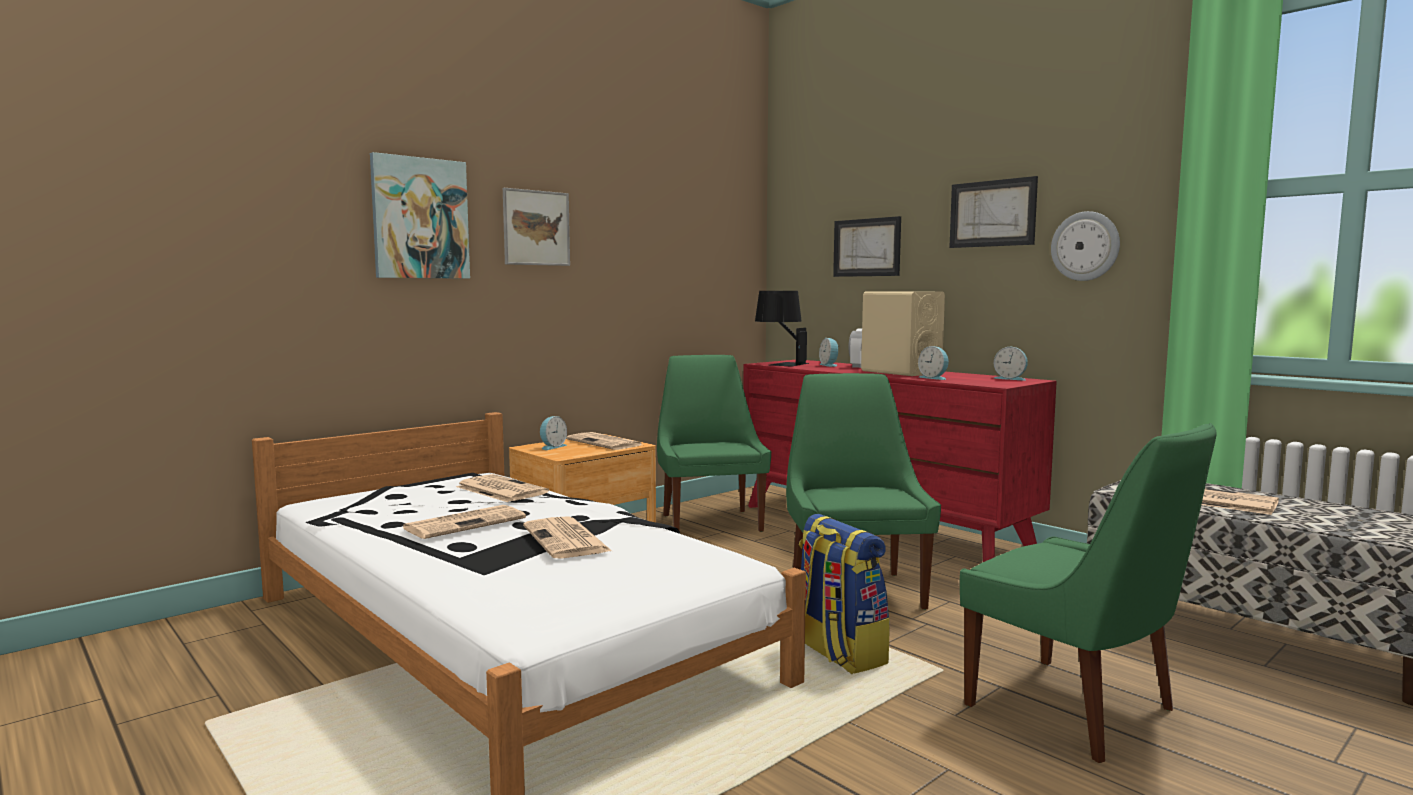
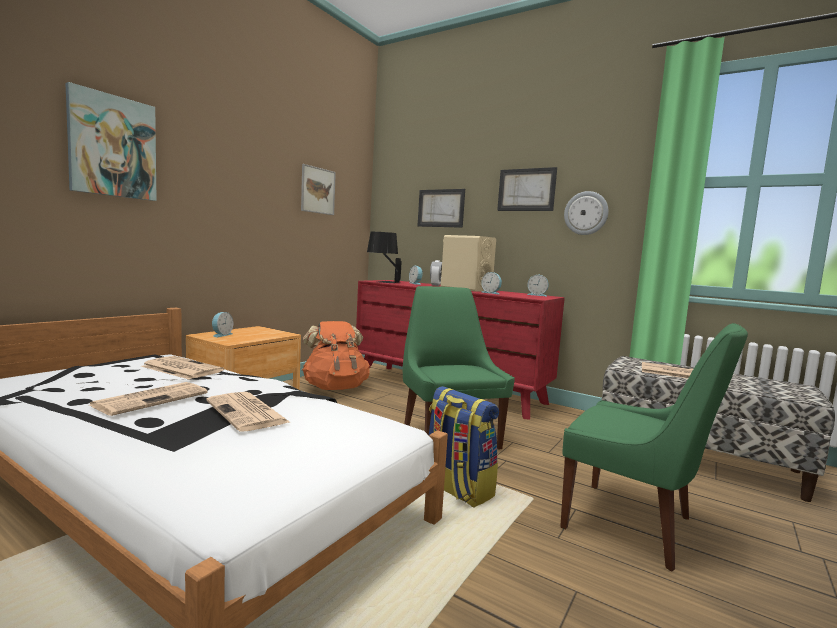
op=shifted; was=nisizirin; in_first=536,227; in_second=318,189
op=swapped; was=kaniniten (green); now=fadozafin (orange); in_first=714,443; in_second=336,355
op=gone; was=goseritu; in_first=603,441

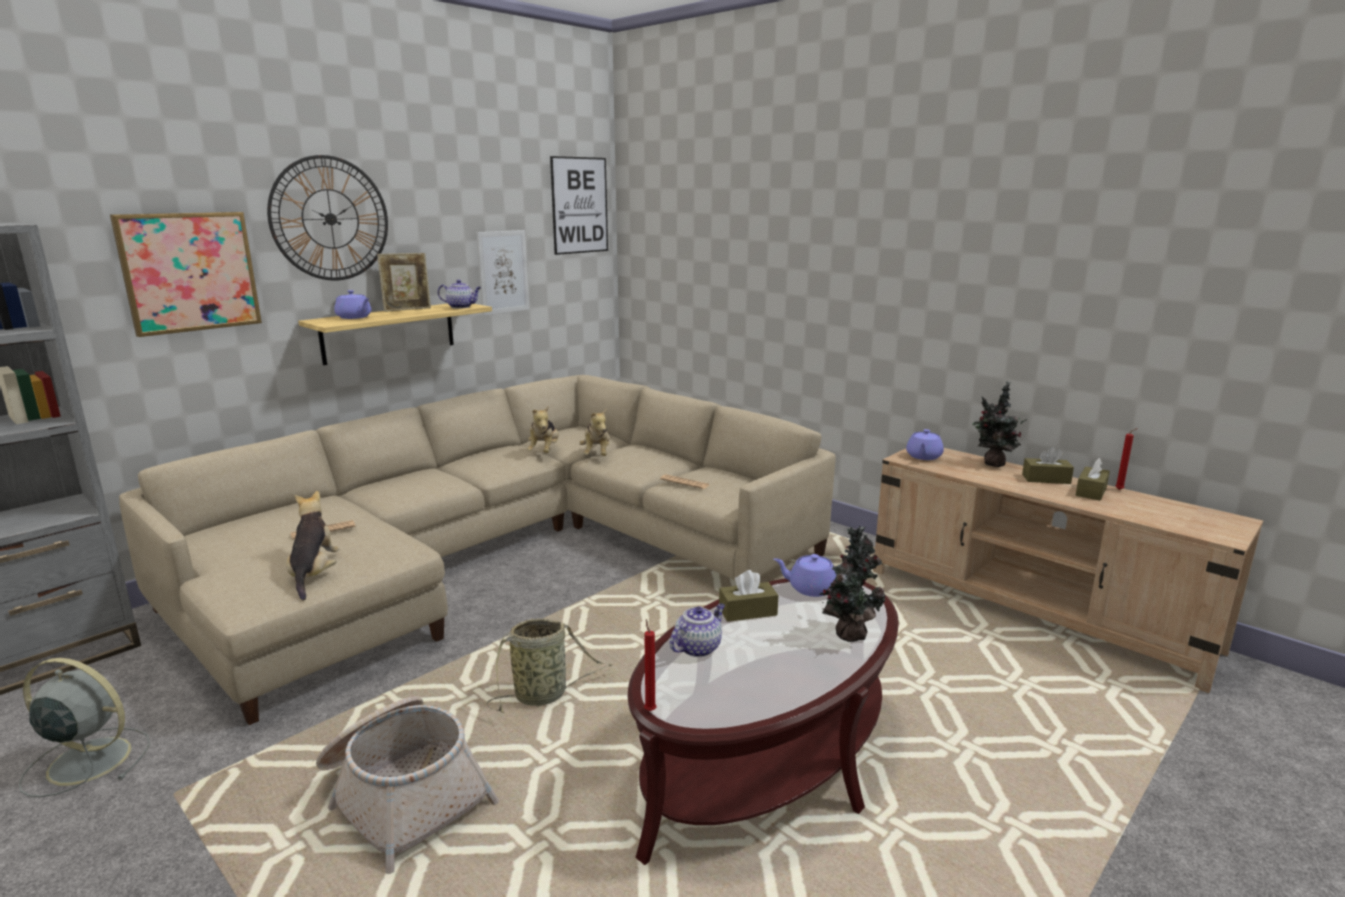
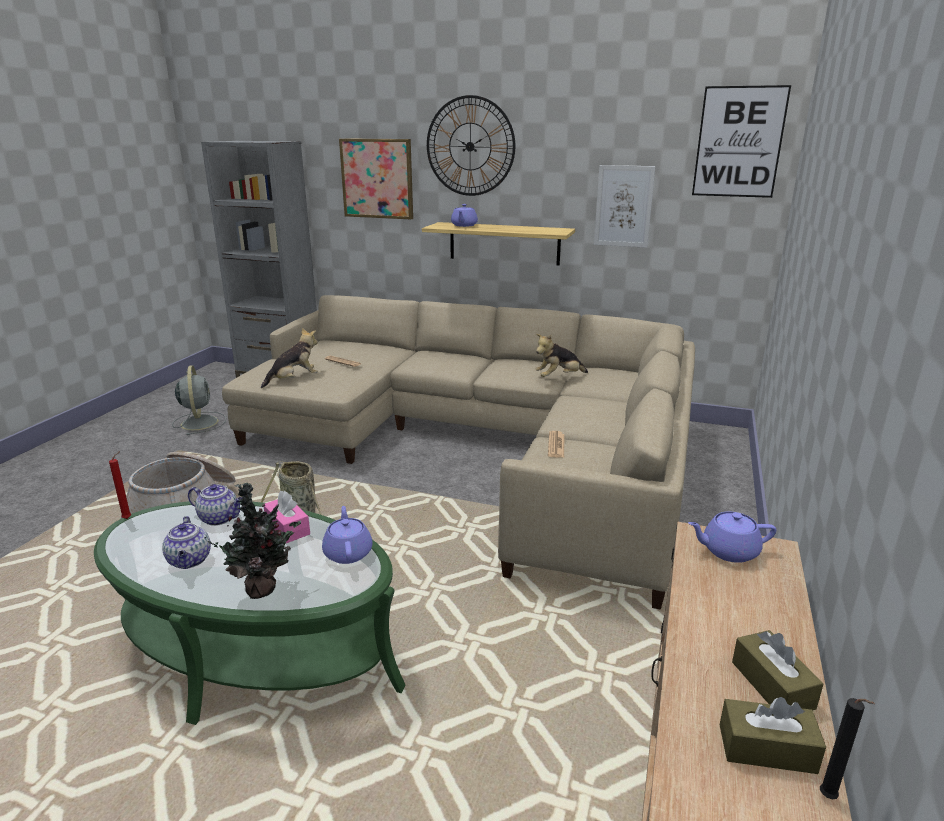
op=repainted; was=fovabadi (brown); now=fovabadi (green); in_first=763,721; in_second=250,613
op=shifted; was=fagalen; in_first=459,294; in_second=186,542
op=repainted; was=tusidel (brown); now=tusidel (pink); in_first=748,596; in_second=287,517
op=repainted; was=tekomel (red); now=tekomel (black); in_first=1127,459; in_second=847,748
op=gone; was=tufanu; in_first=404,282
op=gone; was=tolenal; in_first=594,432
op=gone; was=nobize; in_first=999,424

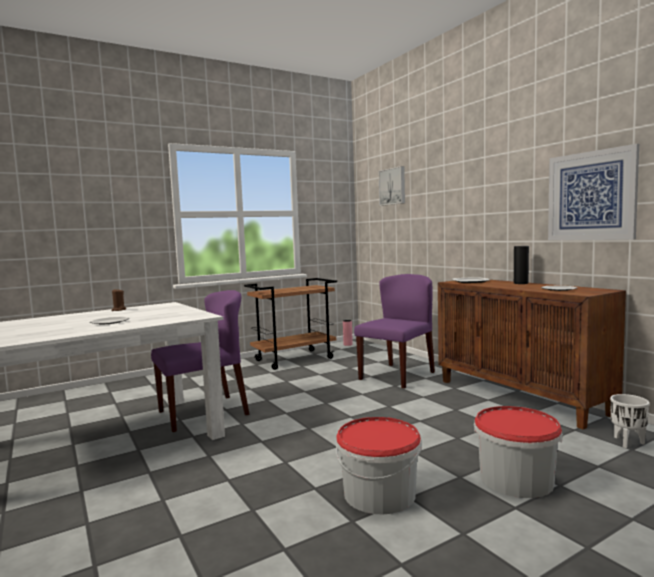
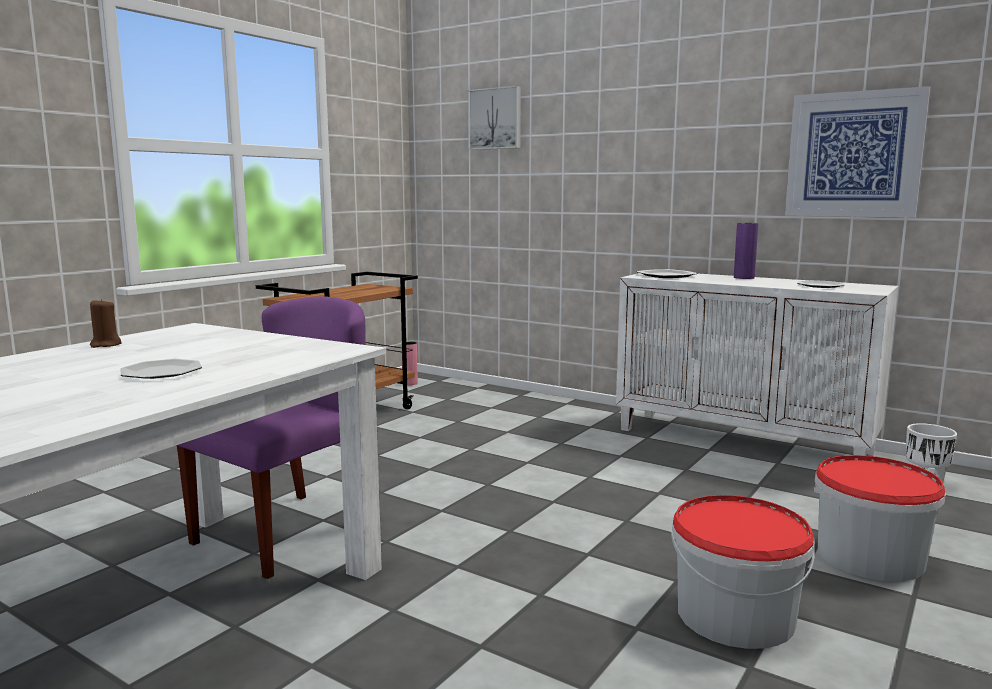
op=repainted; was=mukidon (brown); now=mukidon (white); in_first=532,355; in_second=757,364
op=repainted; was=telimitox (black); now=telimitox (purple); in_first=521,265; in_second=746,251
op=gone; was=kaniniten (purple); in_first=394,331

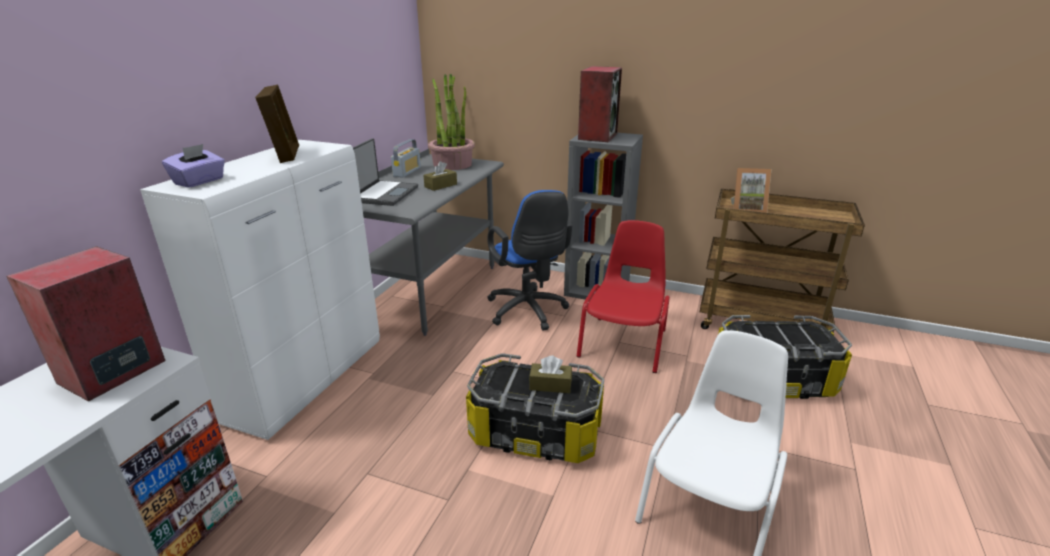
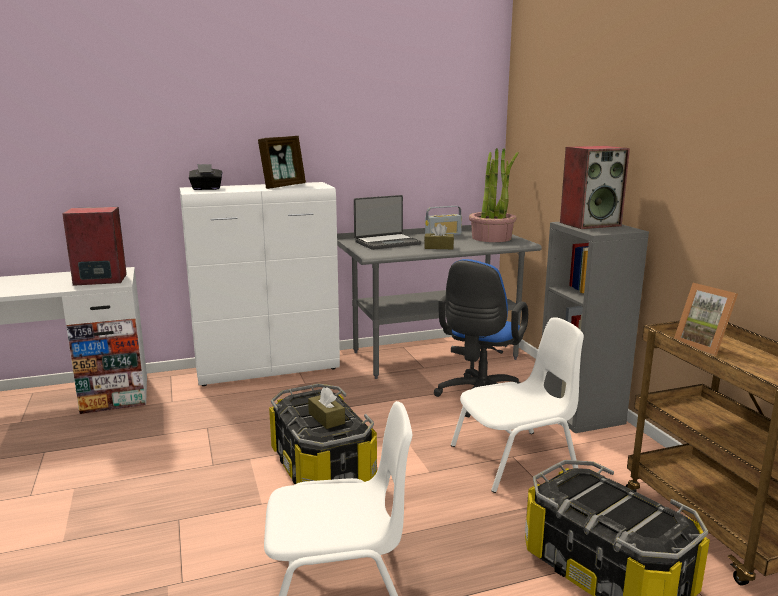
op=repainted; was=tusidel (purple); now=tusidel (black); in_first=193,166; in_second=205,177
op=repainted; was=kaniniten (red); now=kaniniten (white); in_first=623,296; in_second=517,405

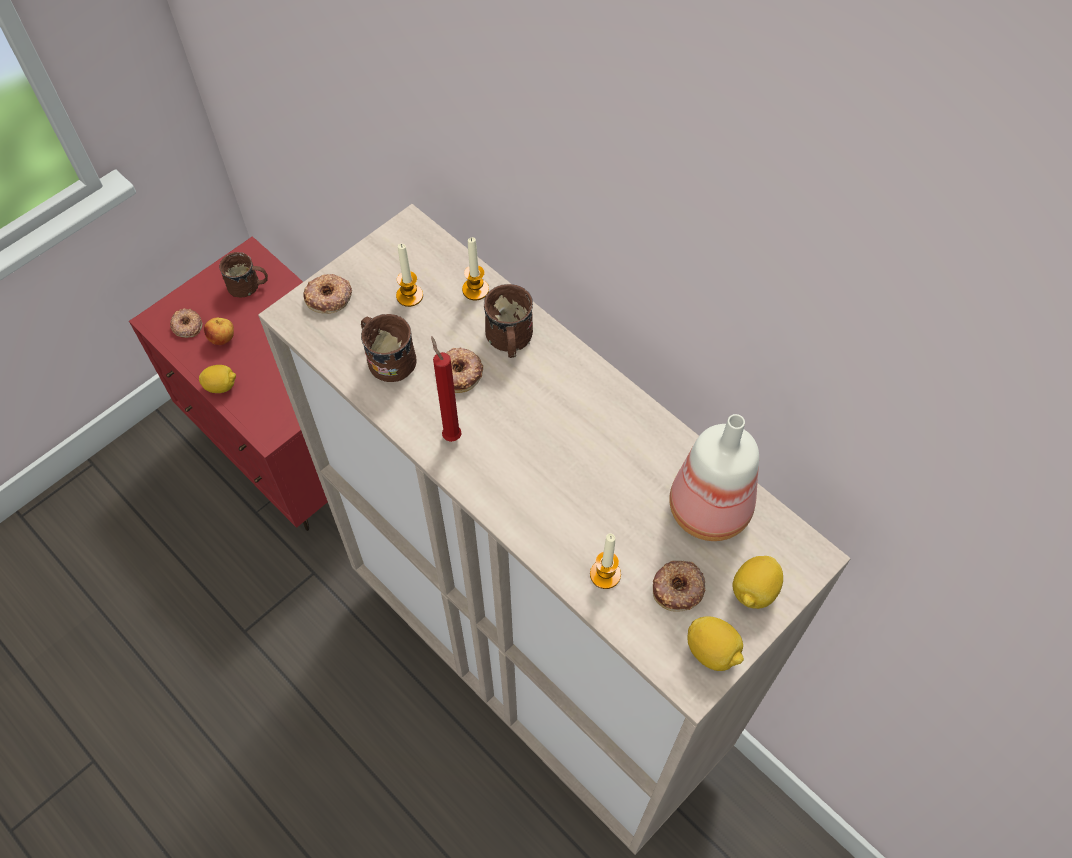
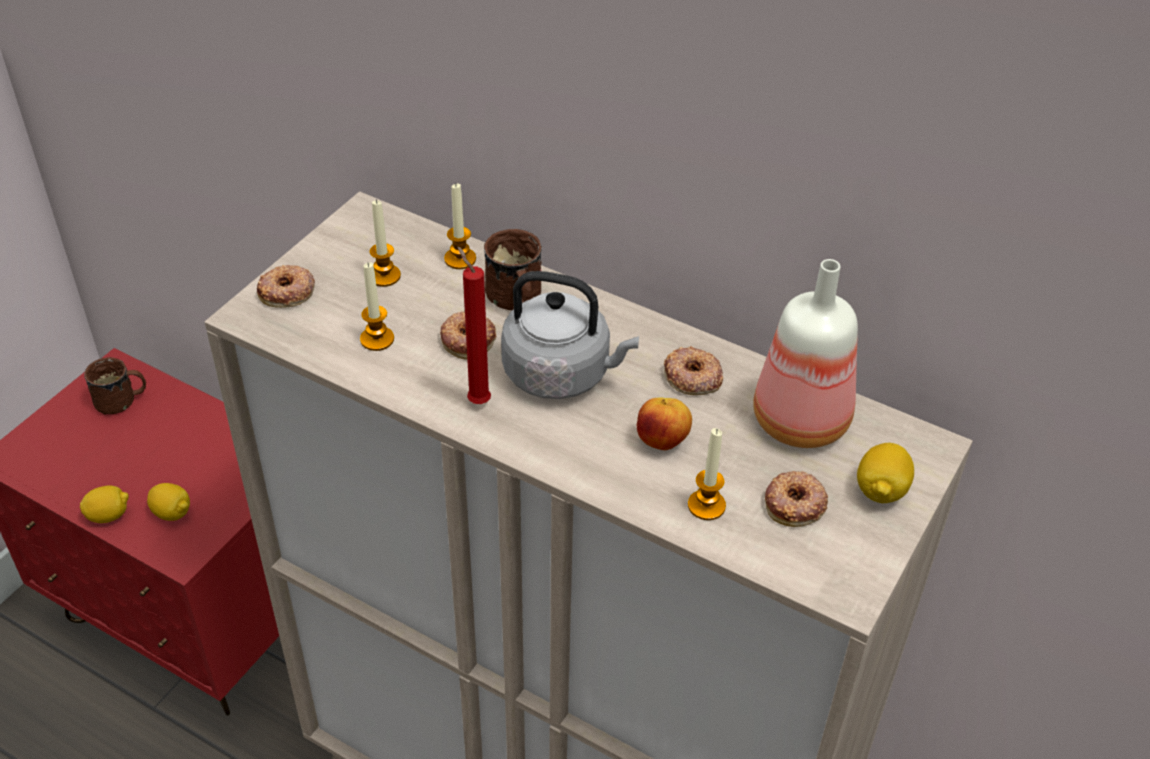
op=shifted; was=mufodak; in_first=716,643; in_second=168,502
op=swapped; was=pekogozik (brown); now=tekomel; in_first=389,348; in_second=377,306
op=new; now=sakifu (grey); in_second=570,335
op=shifted; was=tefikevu; in_first=219,331; in_second=664,423
op=shifted; was=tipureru; in_first=186,323; in_second=693,370

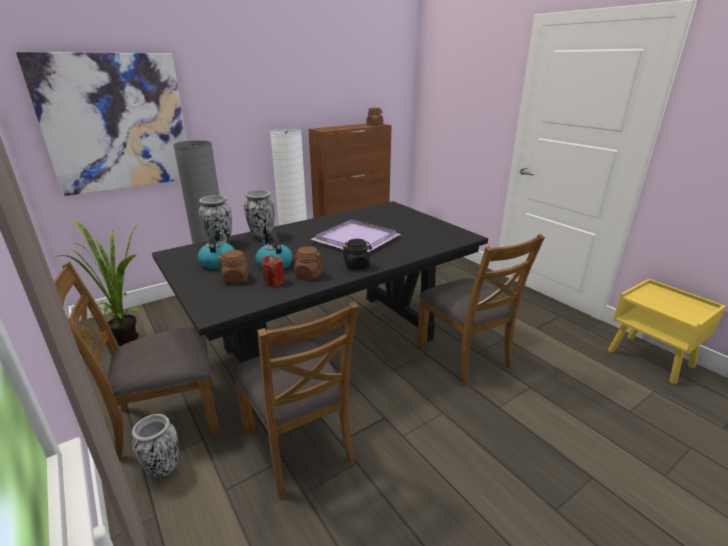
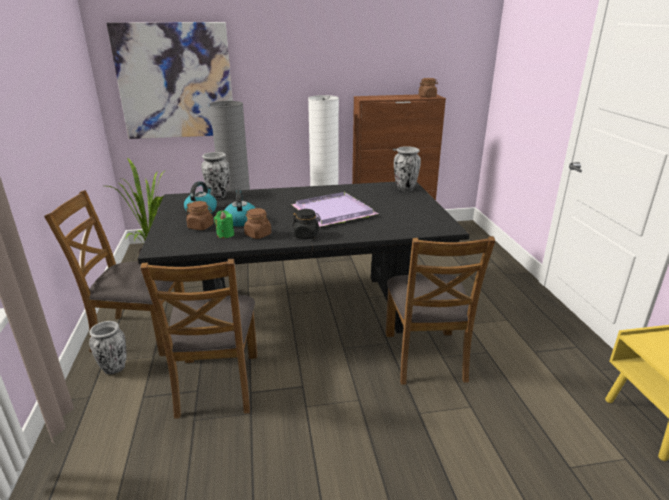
op=repainted; was=tekomel (red); now=tekomel (green); in_first=273,270; in_second=224,224
op=shifted; was=telimitox; in_first=259,215; in_second=407,168

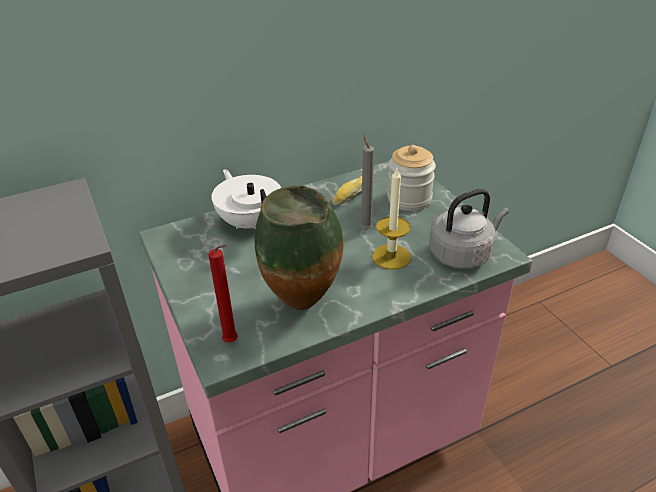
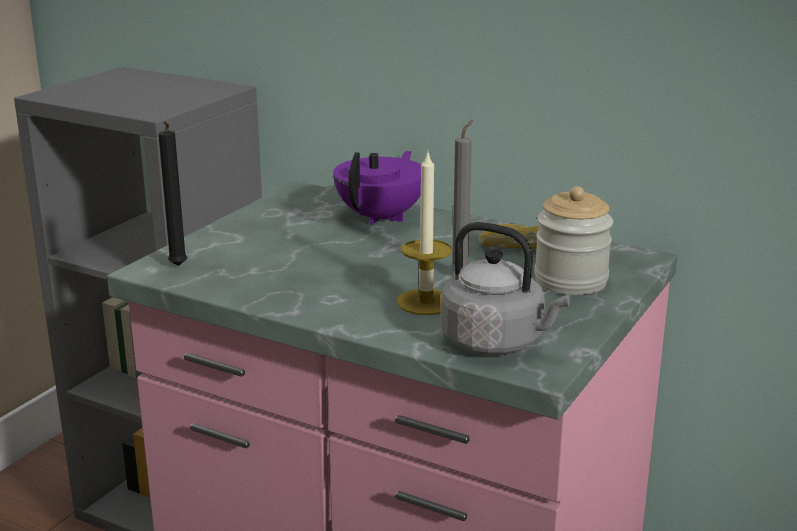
op=repainted; was=tekomel (red); now=tekomel (black); in_first=223,294; in_second=172,193
op=repainted; was=fagalen (white); now=fagalen (purple); in_first=246,199; in_second=377,188
op=gone; was=telimitox; in_first=299,247

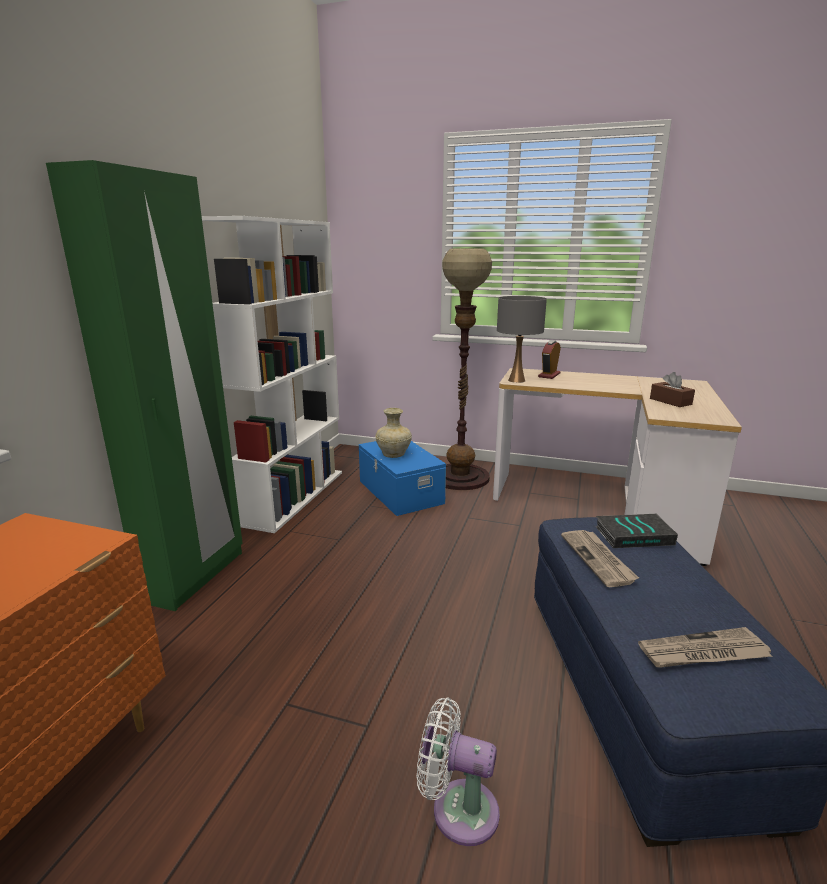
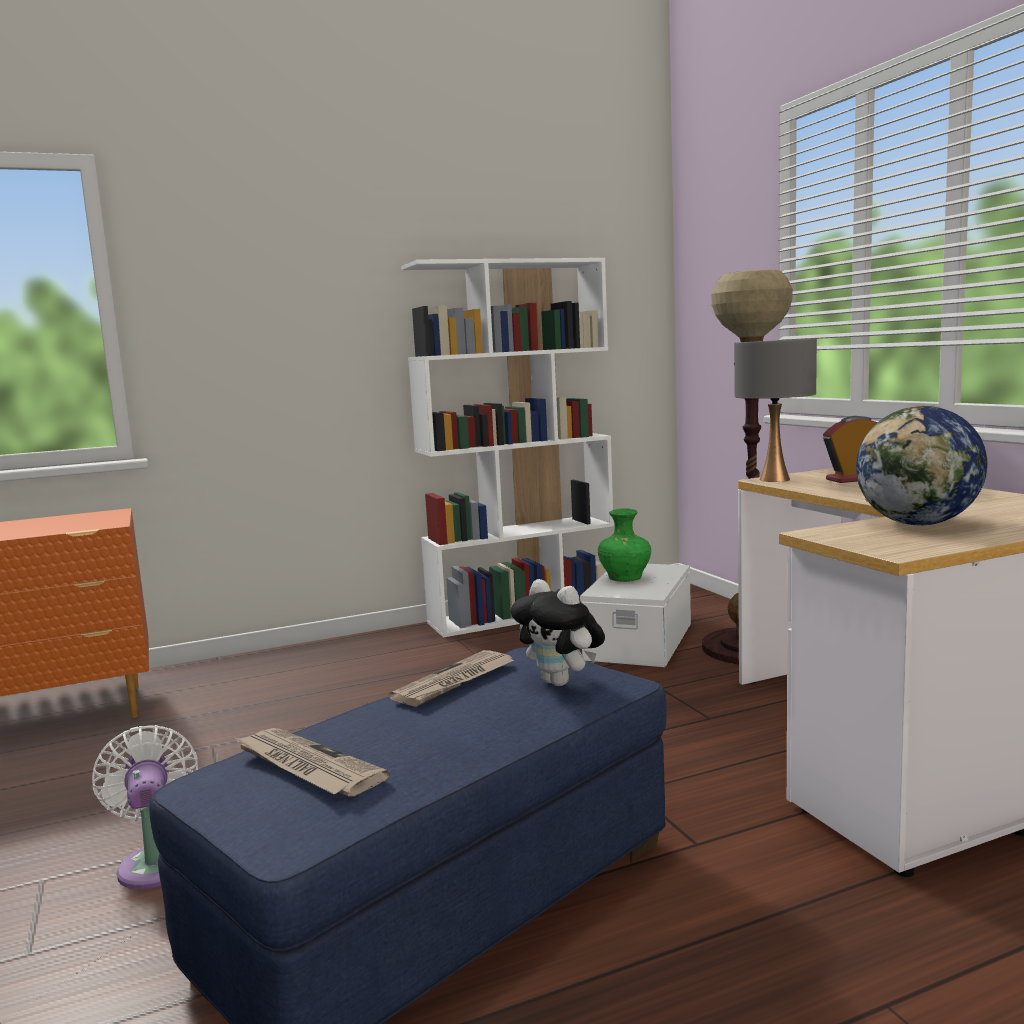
op=swapped; was=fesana; now=tolenal; in_first=636,531; in_second=557,632
op=repainted; was=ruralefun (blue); now=ruralefun (white); in_first=402,478; in_second=635,615
op=repainted; was=telimitox (beige); now=telimitox (green); in_first=394,433; in_second=624,545
op=swapped; was=tusidel (brown); now=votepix; in_first=672,389; in_second=922,465
op=gone; was=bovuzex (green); in_first=144,385

